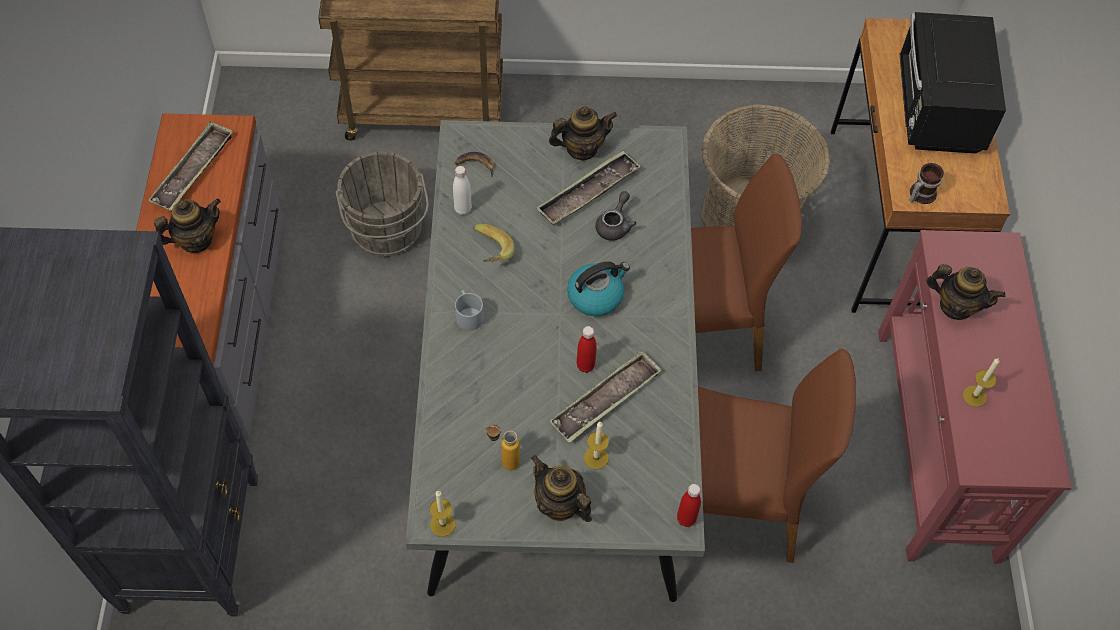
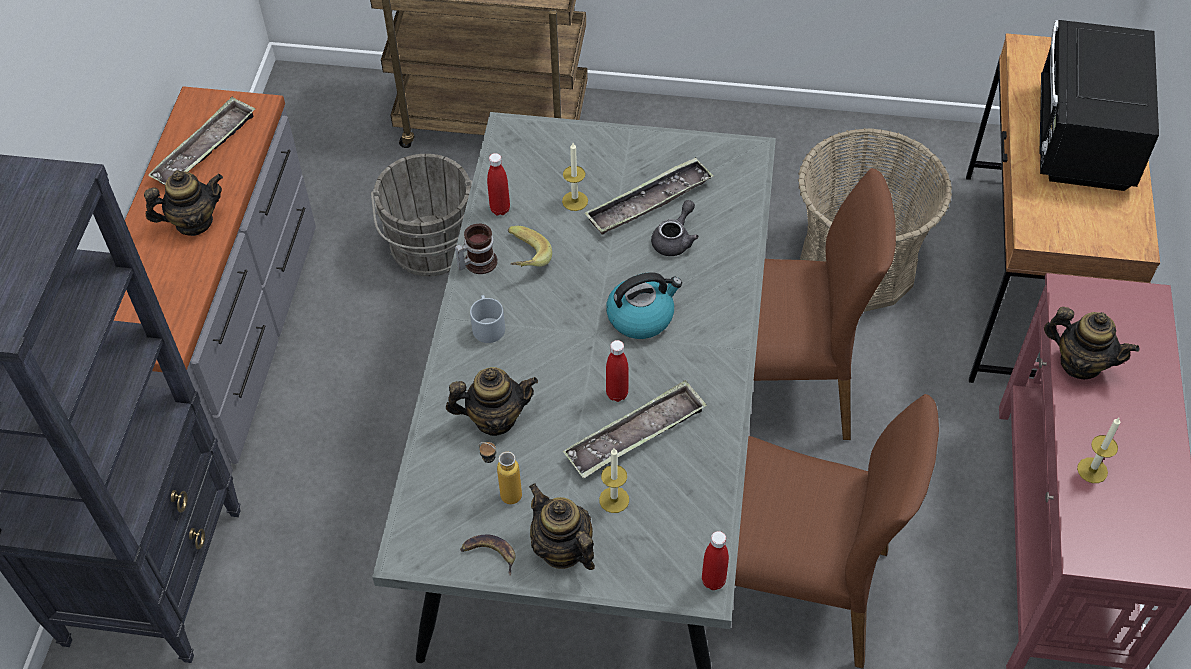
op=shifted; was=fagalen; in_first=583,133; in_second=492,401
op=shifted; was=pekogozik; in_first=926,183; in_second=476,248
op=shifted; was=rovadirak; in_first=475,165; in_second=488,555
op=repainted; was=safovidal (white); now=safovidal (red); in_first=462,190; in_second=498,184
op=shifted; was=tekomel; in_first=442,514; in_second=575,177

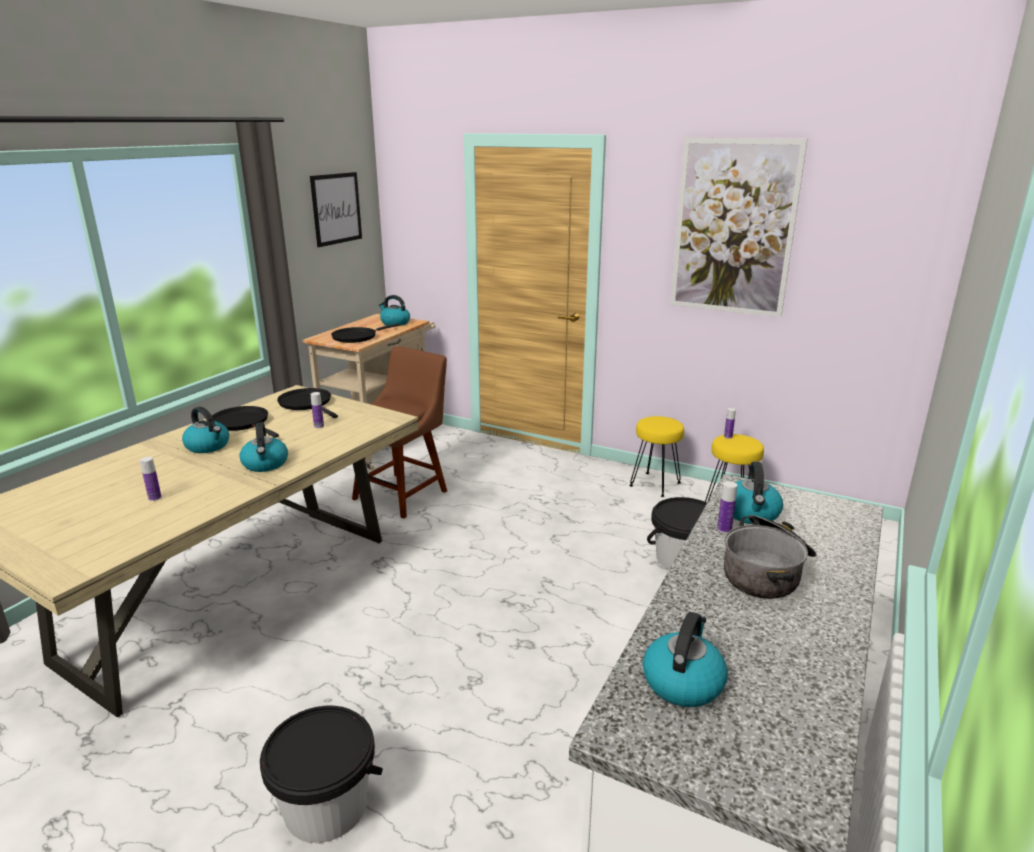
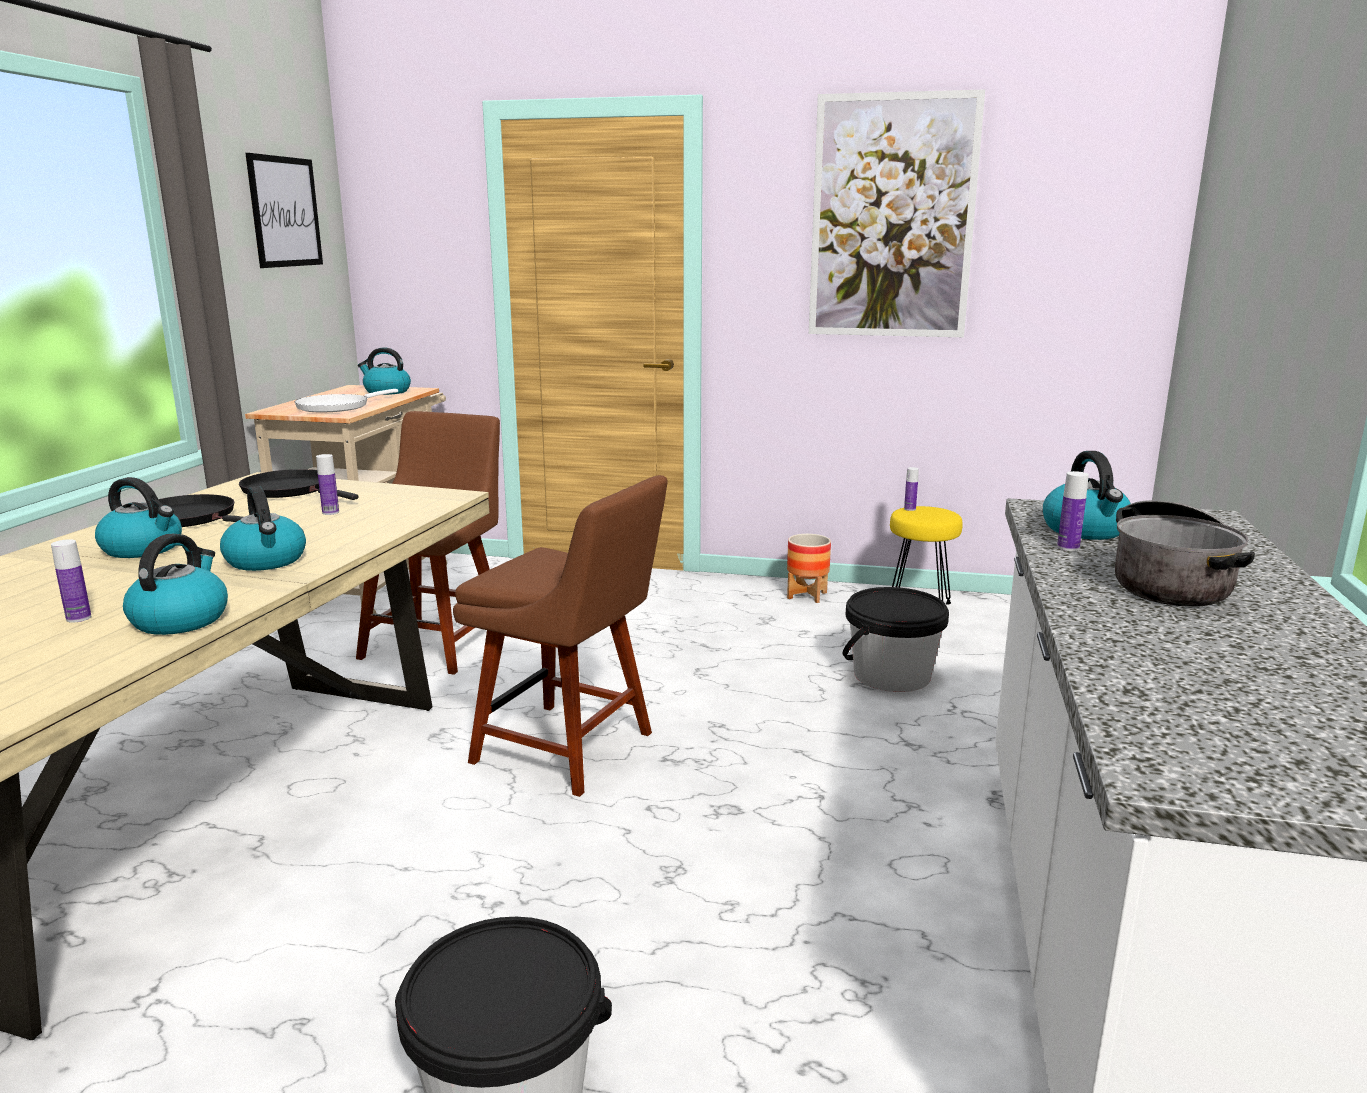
op=shifted; was=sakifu; in_first=685,659; in_second=175,584
op=repainted; was=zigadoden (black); now=zigadoden (white); in_first=365,333; in_second=346,400
op=new; now=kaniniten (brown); in_second=560,636
op=swapped; was=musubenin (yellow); now=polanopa; in_first=656,456; in_second=809,568

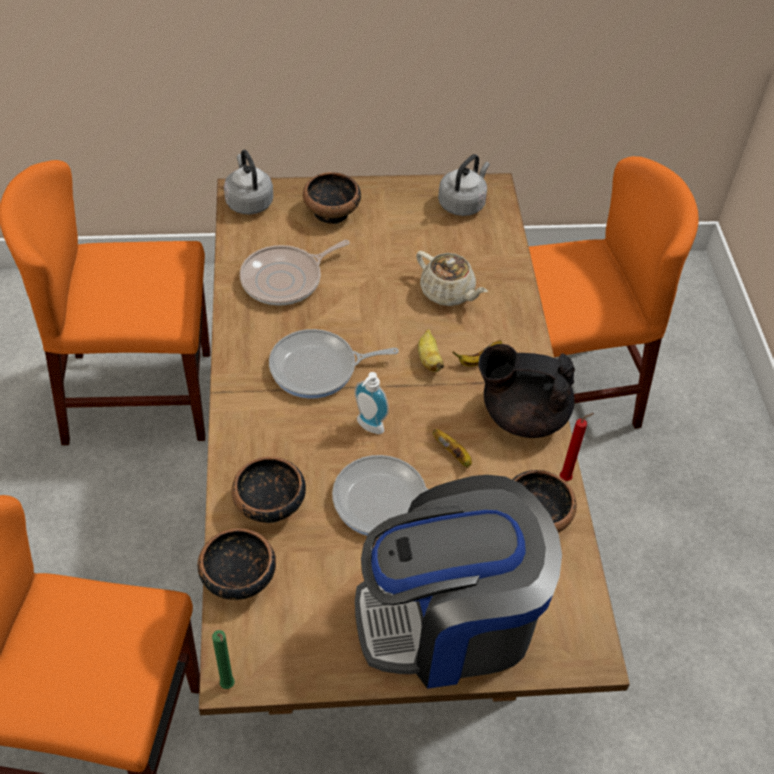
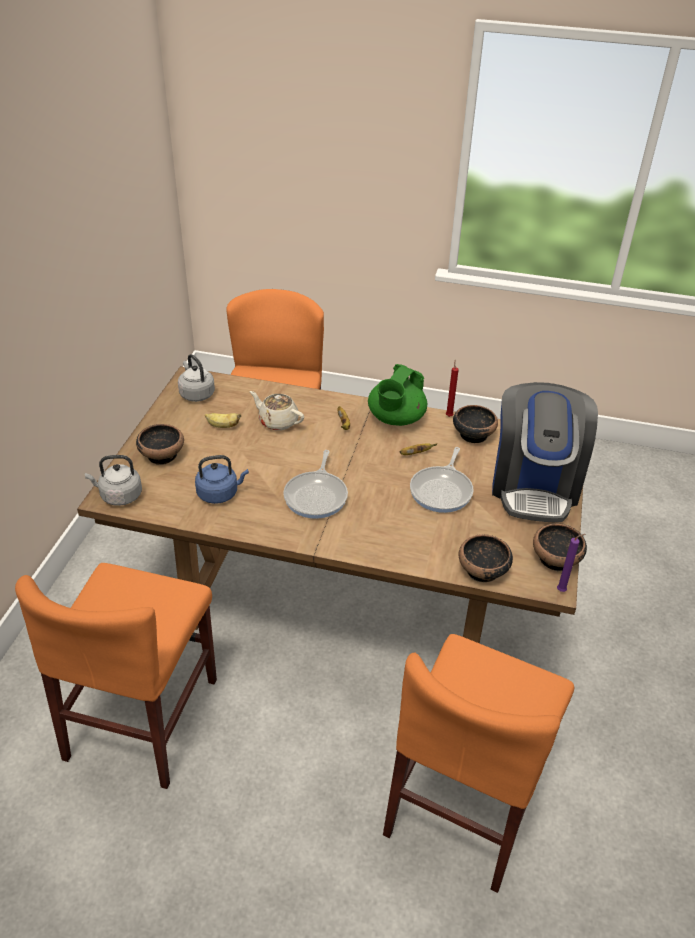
op=swapped; was=zigadoden; now=sakifu (blue); in_first=295,273; in_second=222,479
op=shifted; was=rovadirak; in_first=431,350; in_second=223,420
op=rotated; was=fagalen (beige); in_first=452,278; in_second=277,411; clockwise=-120
op=repainted; was=fagalen (black); now=fagalen (green); in_first=526,391; in_second=397,395
op=shifted; was=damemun; in_first=269,490; in_second=560,547
op=repainted; was=tekomel (green); now=tekomel (purple); in_first=223,659; in_second=571,563
op=gone; was=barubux; in_first=372,403

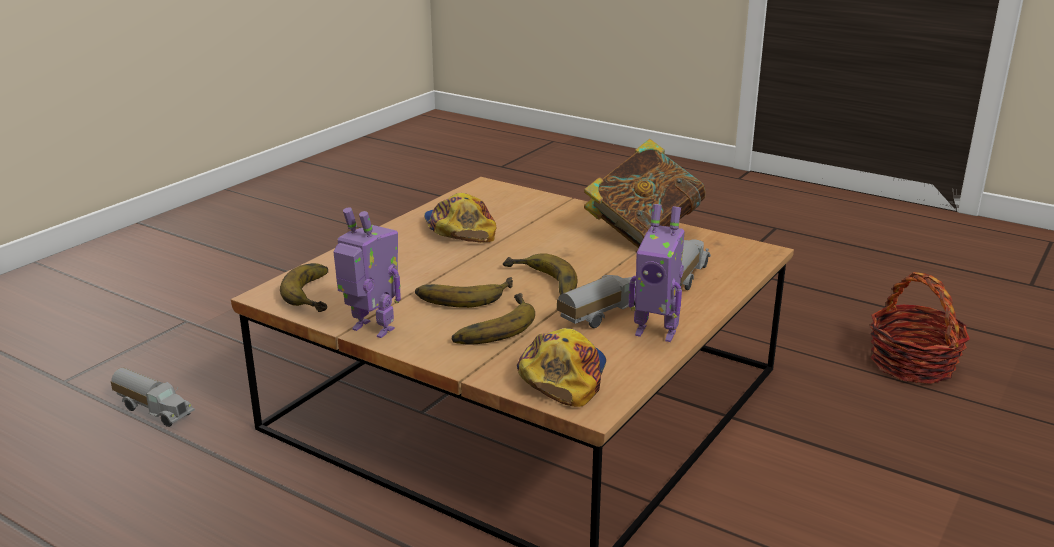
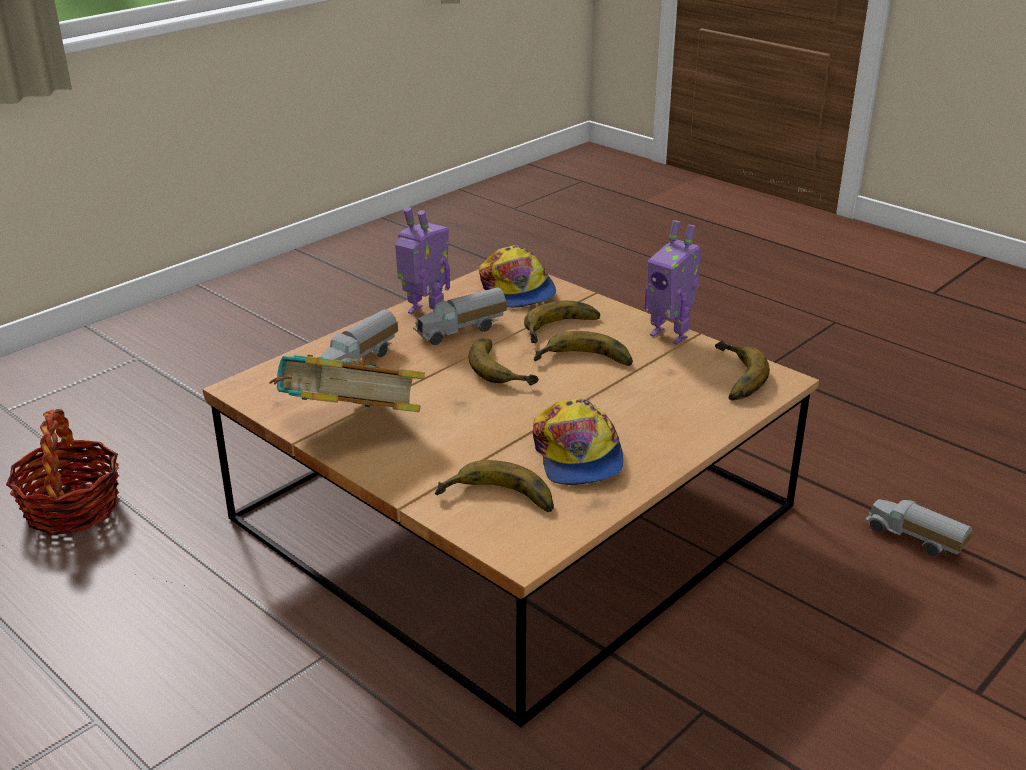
op=new; now=rovadirak; in_second=494,486
op=rotated; was=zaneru; in_first=561,367; in_second=517,276; clockwise=-45

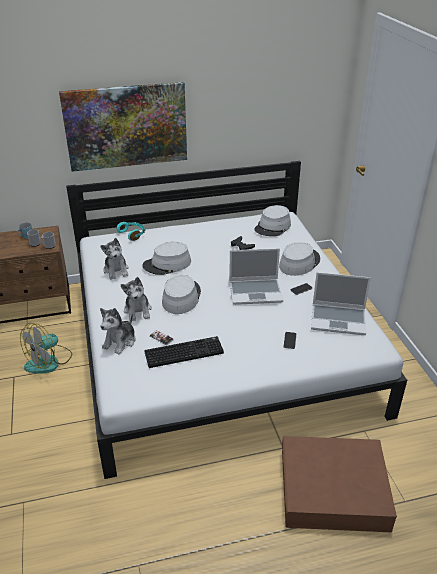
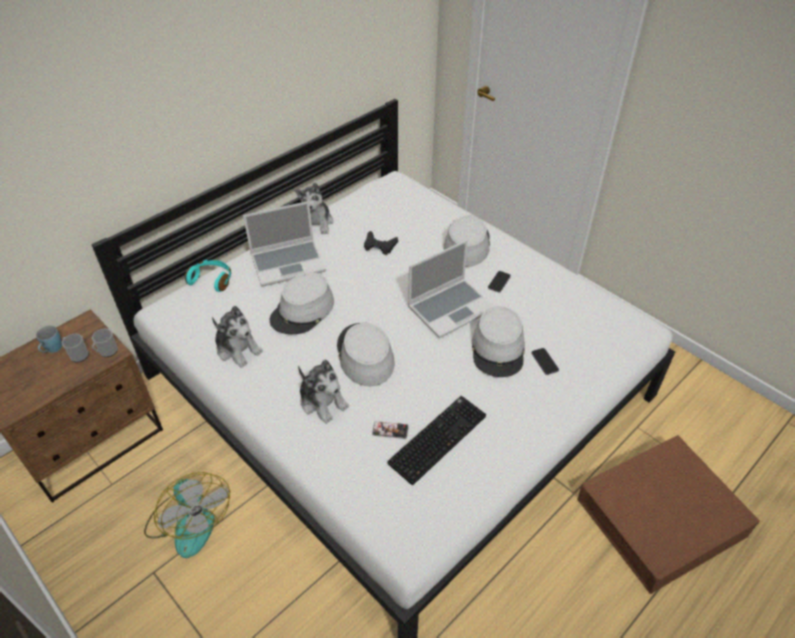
op=rotated; was=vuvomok; in_first=46,348; in_second=187,515; clockwise=-45
op=shifted; was=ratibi; in_first=341,303; in_second=284,243
op=shifted; was=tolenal; in_first=117,331; in_second=314,208
op=shifted; was=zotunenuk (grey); in_first=272,220; in_second=498,342
op=gone; was=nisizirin; in_first=123,127

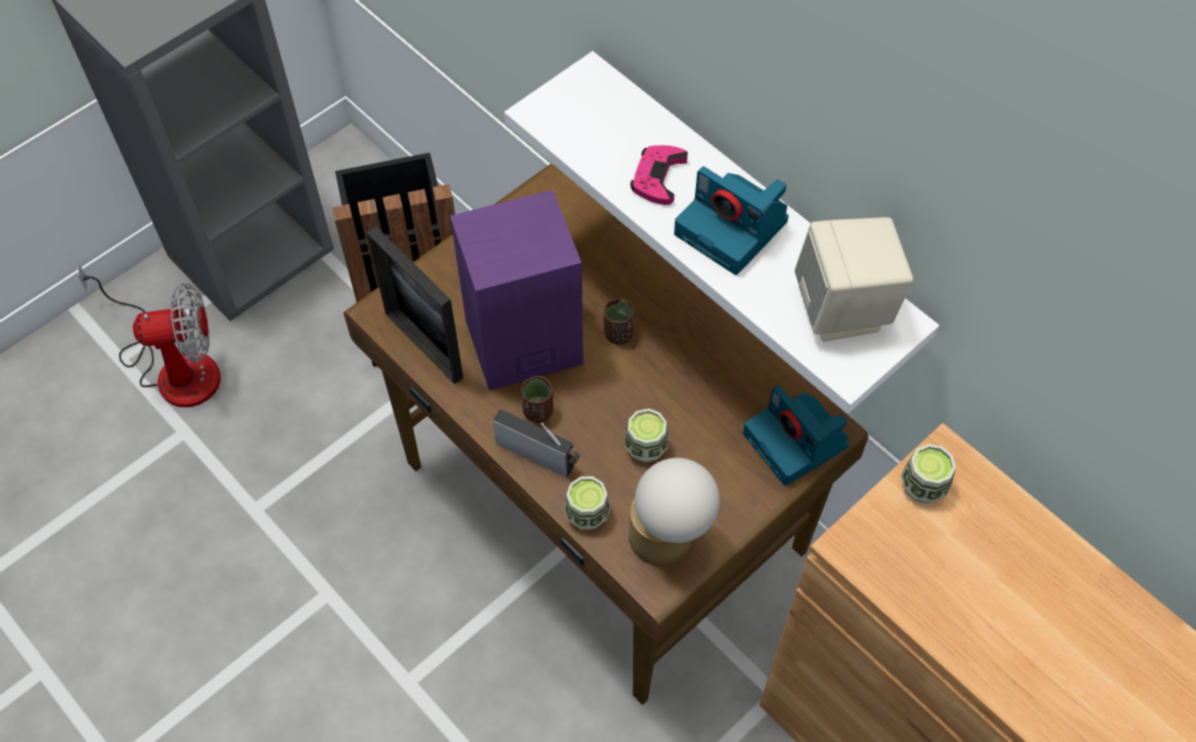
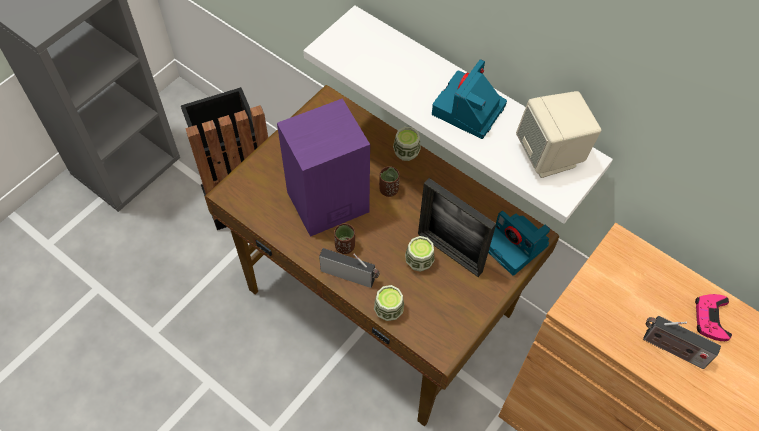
op=shifted; was=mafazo; in_first=928,474; in_second=407,144
op=shifted; was=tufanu; in_first=414,305; in_second=457,227
op=rotated; was=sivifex; in_first=731,220; in_second=469,99; clockwise=90
op=new; now=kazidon; in_second=682,342
op=shifted; was=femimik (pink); in_first=659,175; in_second=713,317
op=gone; was=vuvomok; in_first=149,336
op=gone; was=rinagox; in_first=674,512

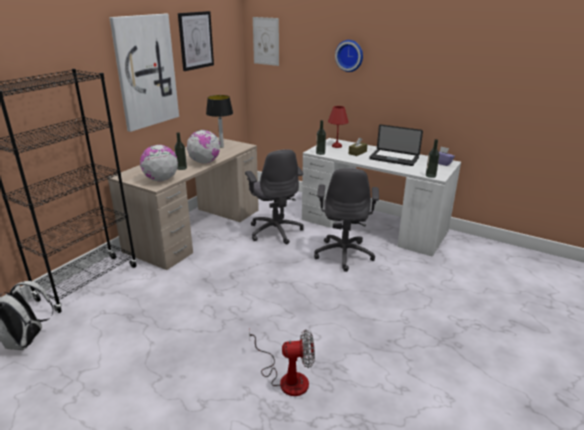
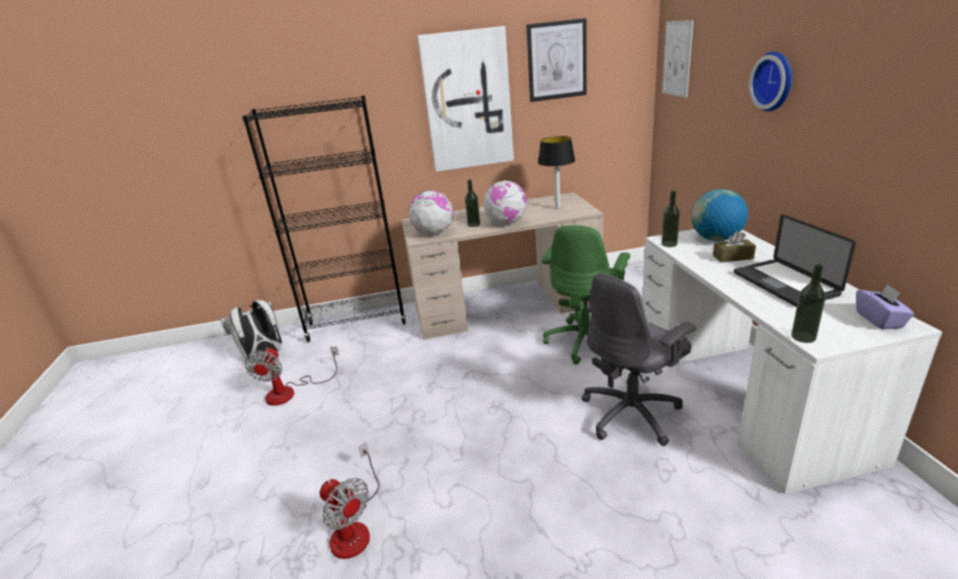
op=new; now=vuvomok; in_second=292,376
op=repainted; was=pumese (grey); now=pumese (green); in_first=274,197; in_second=586,295
op=swapped; was=rinagox (red); now=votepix; in_first=338,127; in_second=719,215

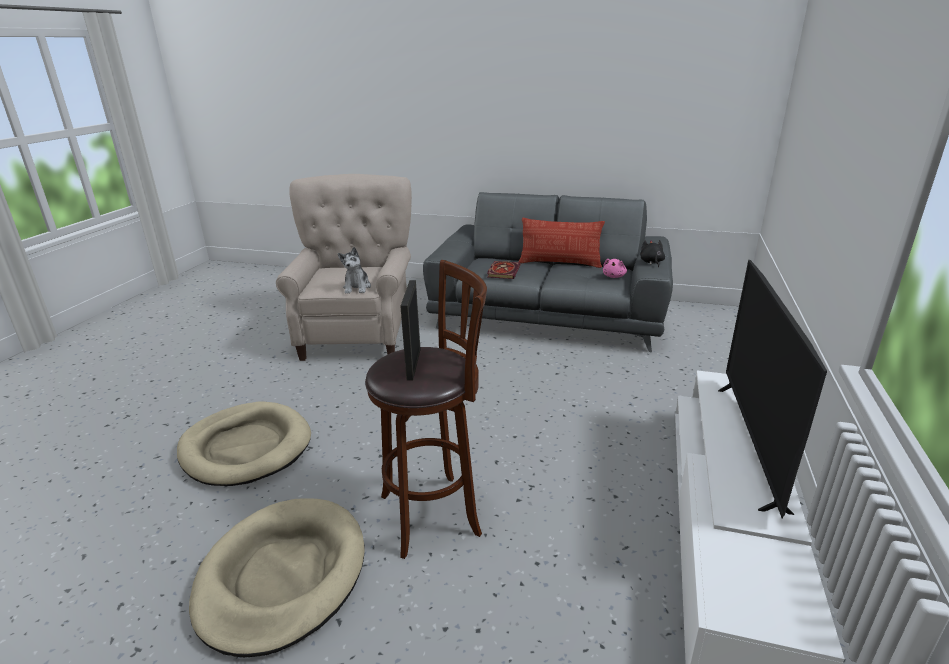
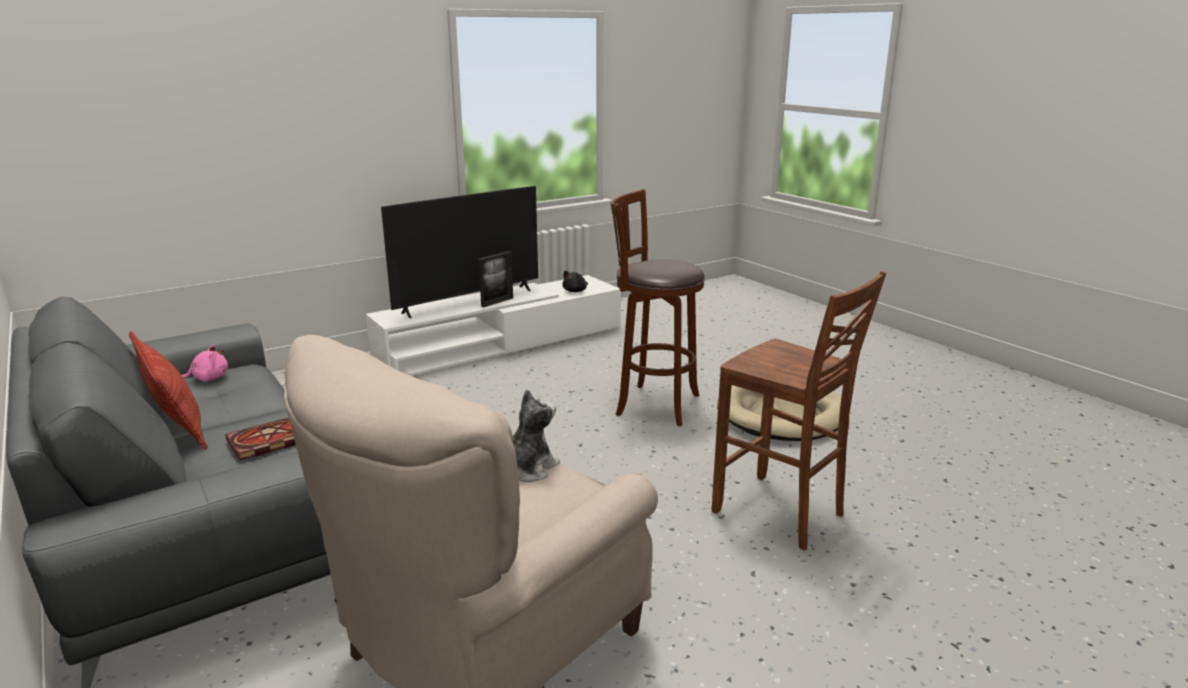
op=shifted; was=tufanu; in_first=410,330; in_second=496,279
op=shifted; was=tolenal (black); in_first=652,253; in_second=575,281
op=swapped; was=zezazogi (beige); now=musubenin (brown); in_first=244,443; in_second=799,411

